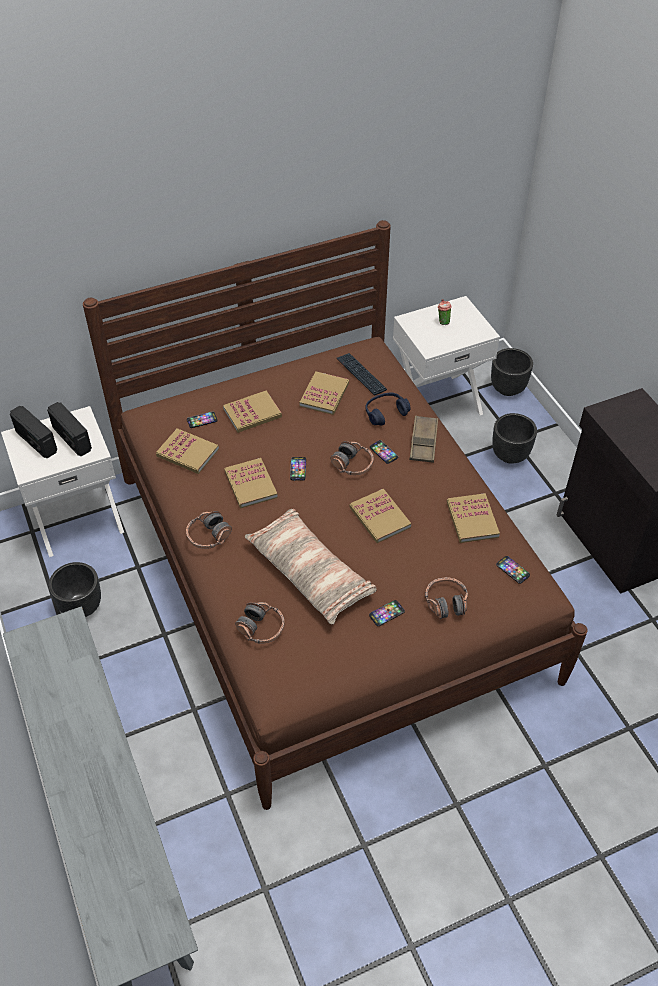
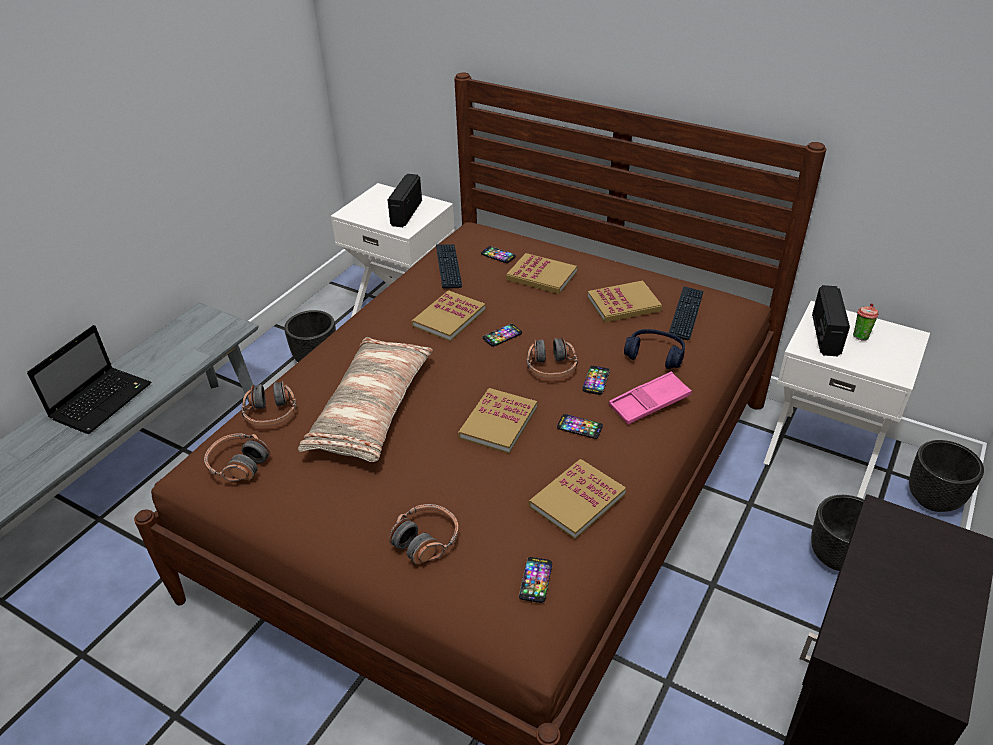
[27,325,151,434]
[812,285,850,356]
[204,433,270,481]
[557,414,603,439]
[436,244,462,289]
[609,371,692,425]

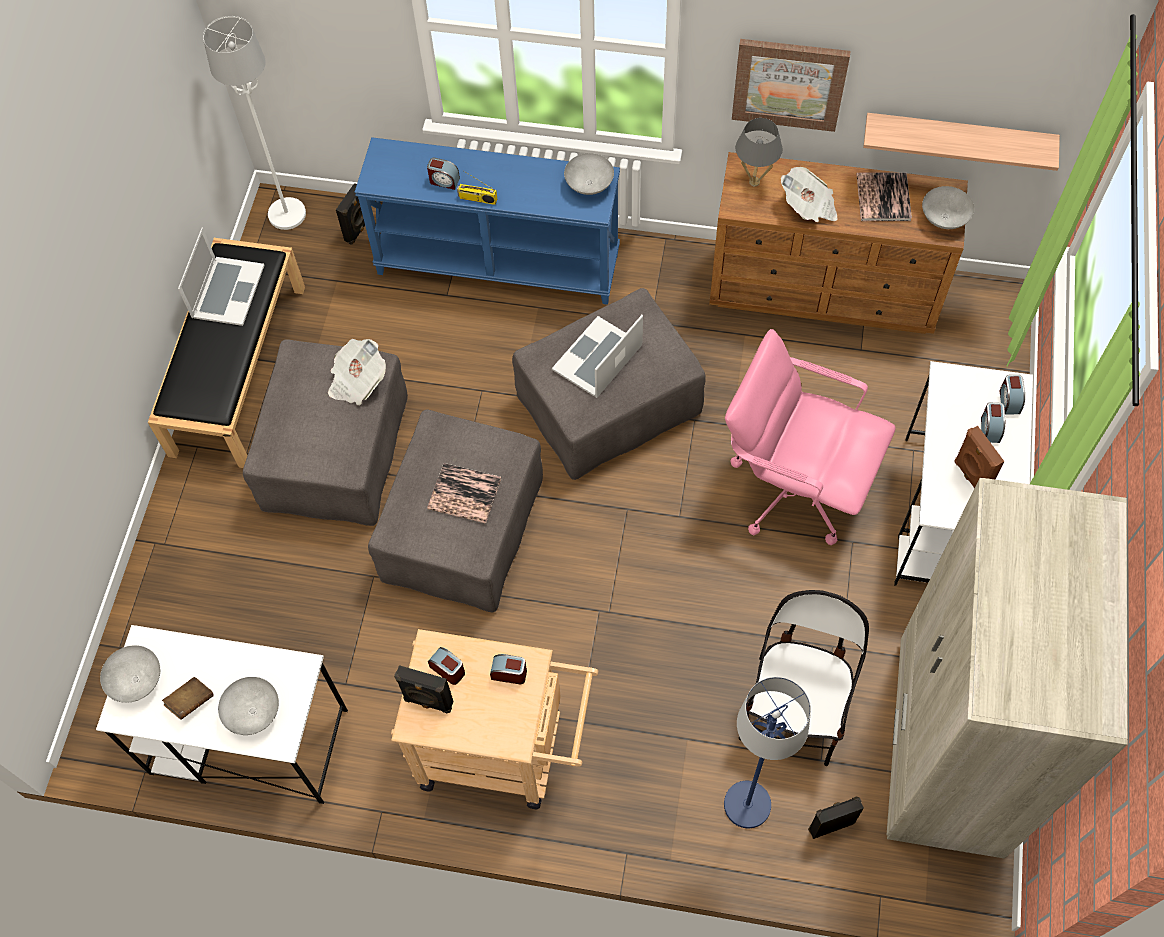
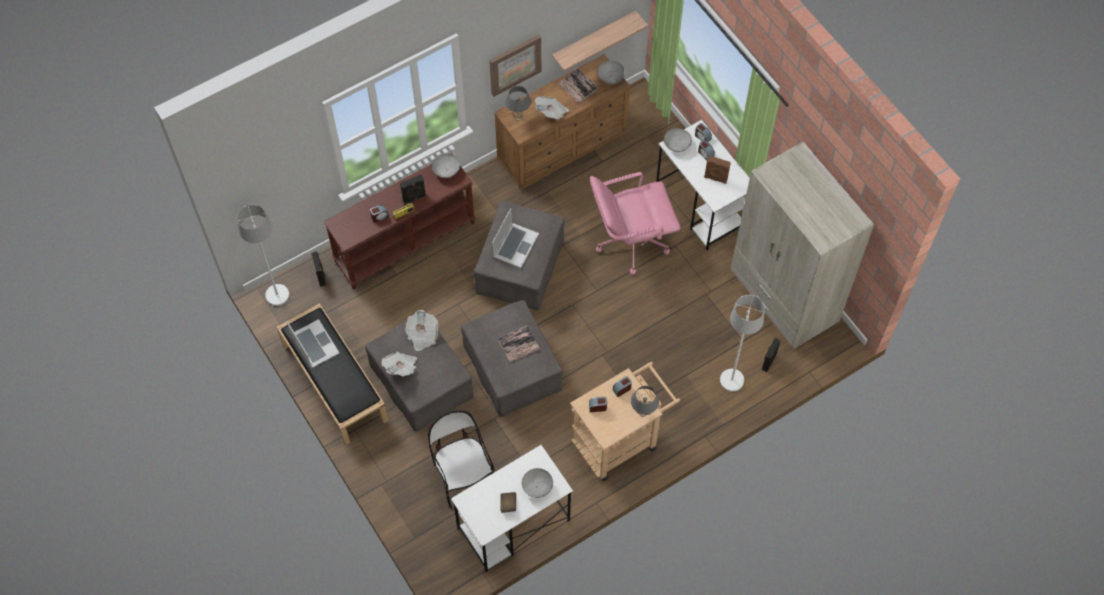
[381,352,417,376]
[631,386,659,417]
[664,128,692,152]
[400,175,426,204]
[428,410,495,509]
[324,164,475,290]
[720,295,765,392]
[492,208,539,268]

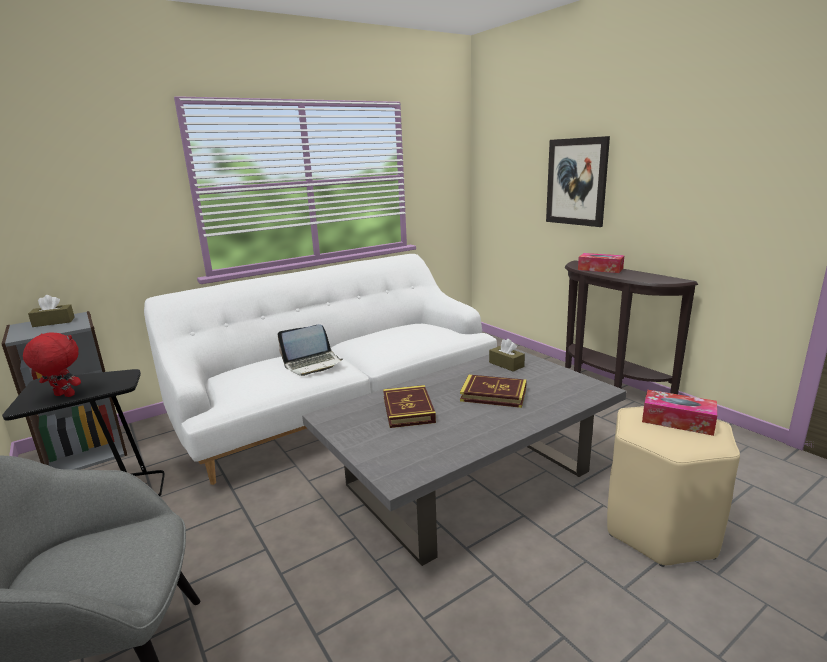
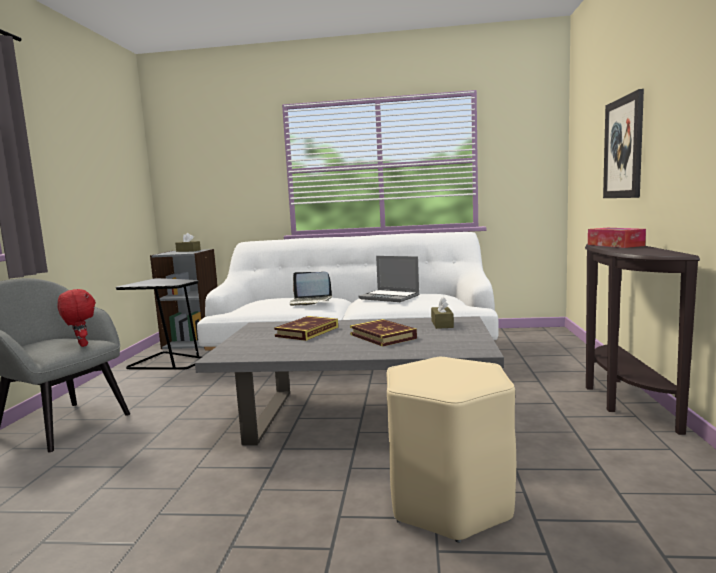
[642,390,717,436] (first image)
[358,256,420,302]
[57,289,96,347]

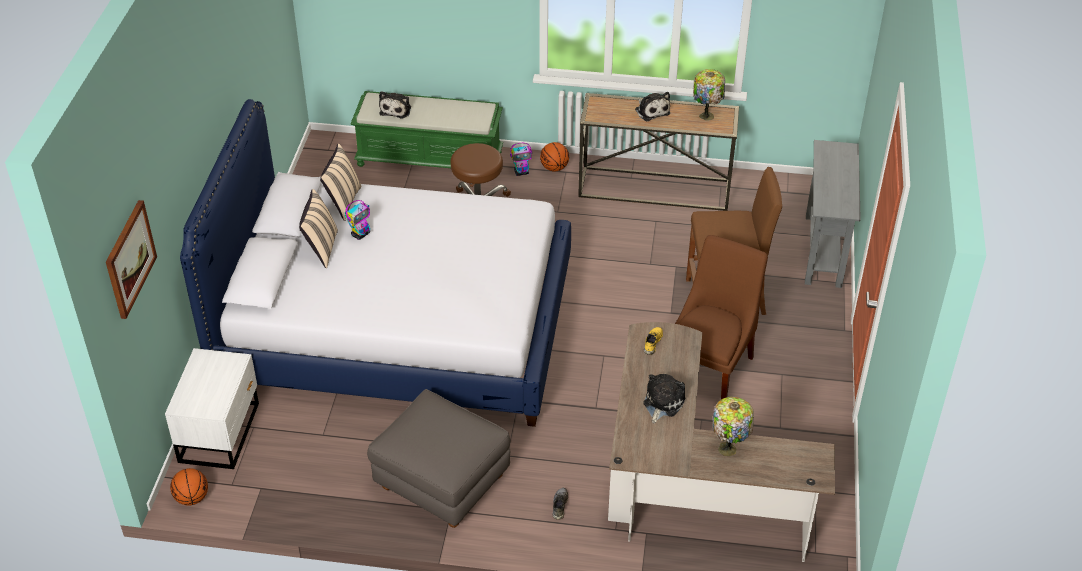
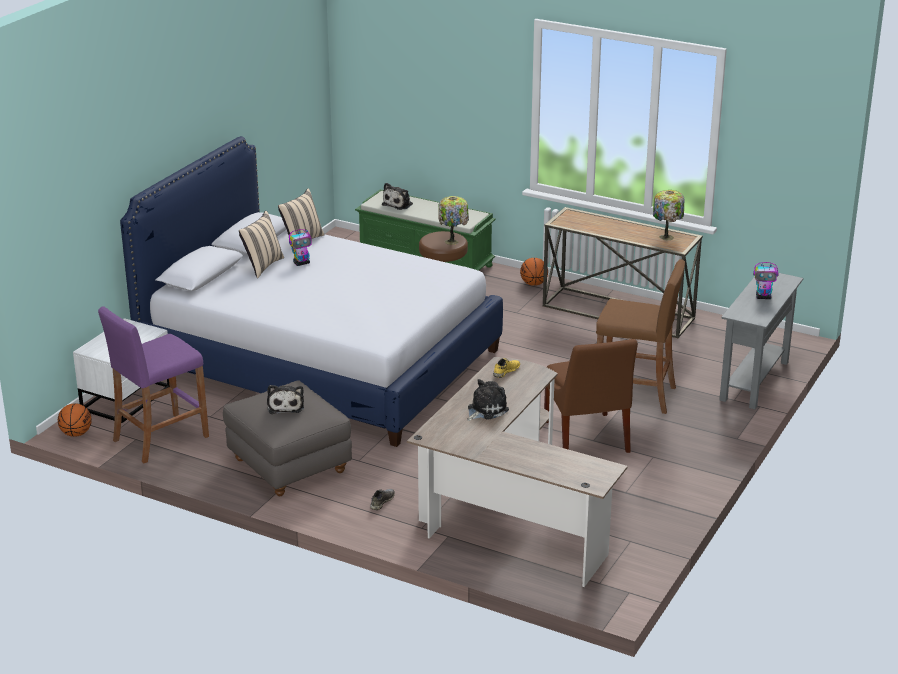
[106,200,157,319] (first image)
[98,306,209,463]
[753,262,779,299]
[267,385,304,414]
[438,196,469,245]
[544,339,638,453]

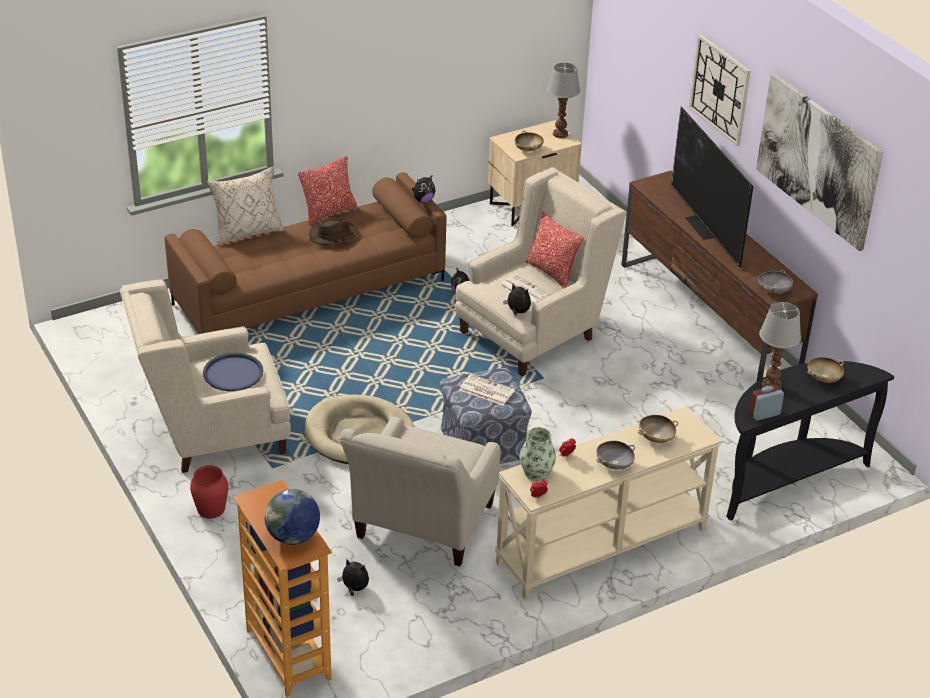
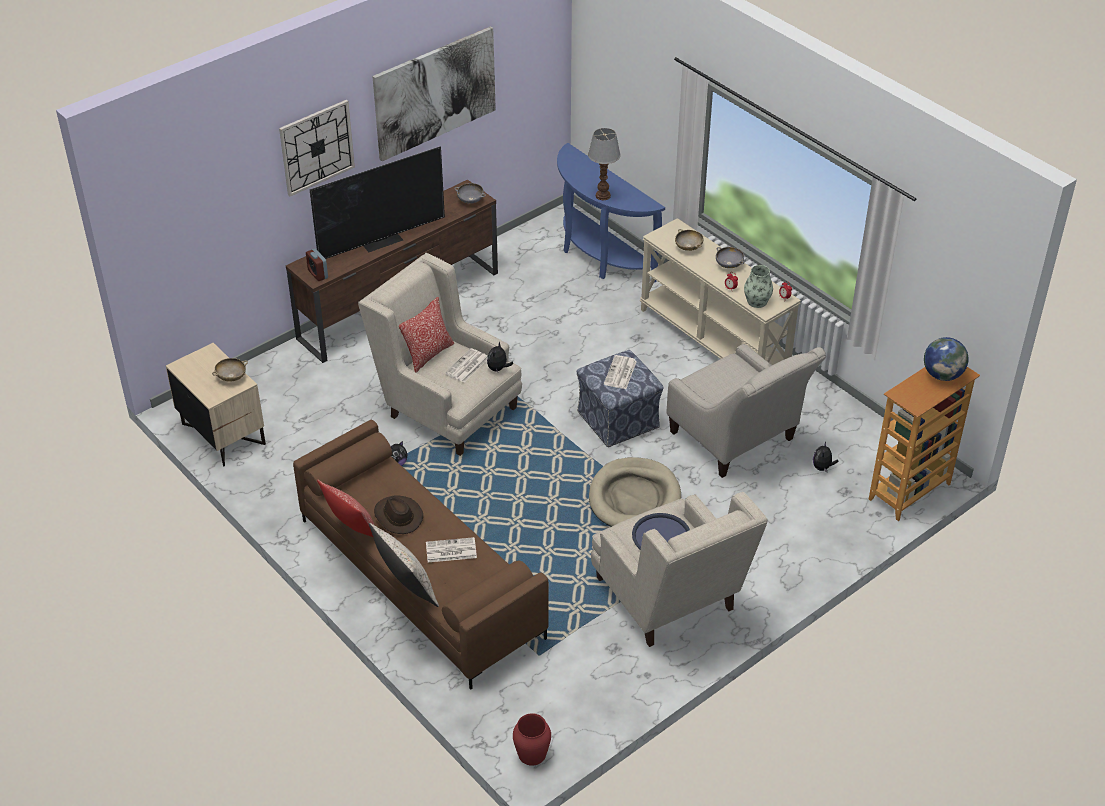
[412,175,435,203] (first image)
[547,62,580,138] (first image)
[807,357,844,383] (first image)
[426,537,477,562]
[513,713,551,766]
[306,249,328,281]
[557,143,665,283]
[666,344,826,478]

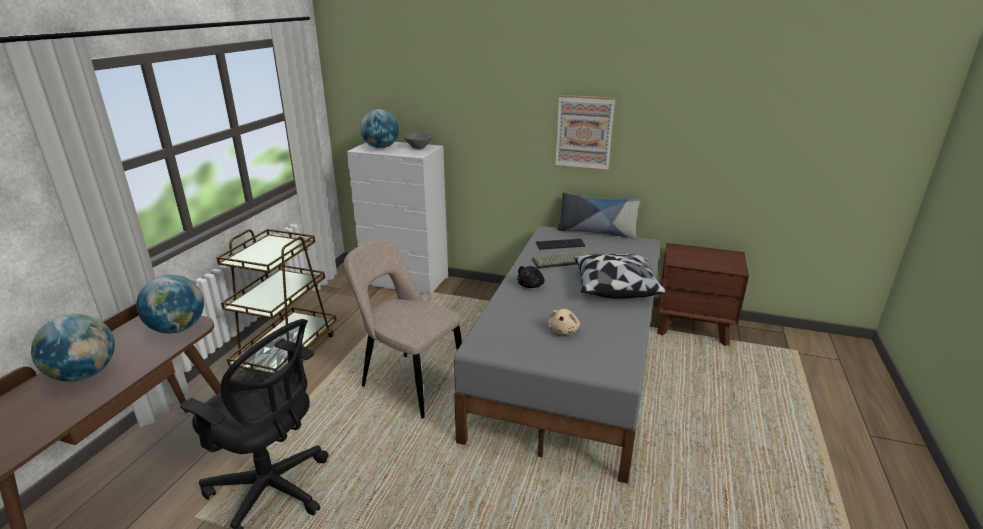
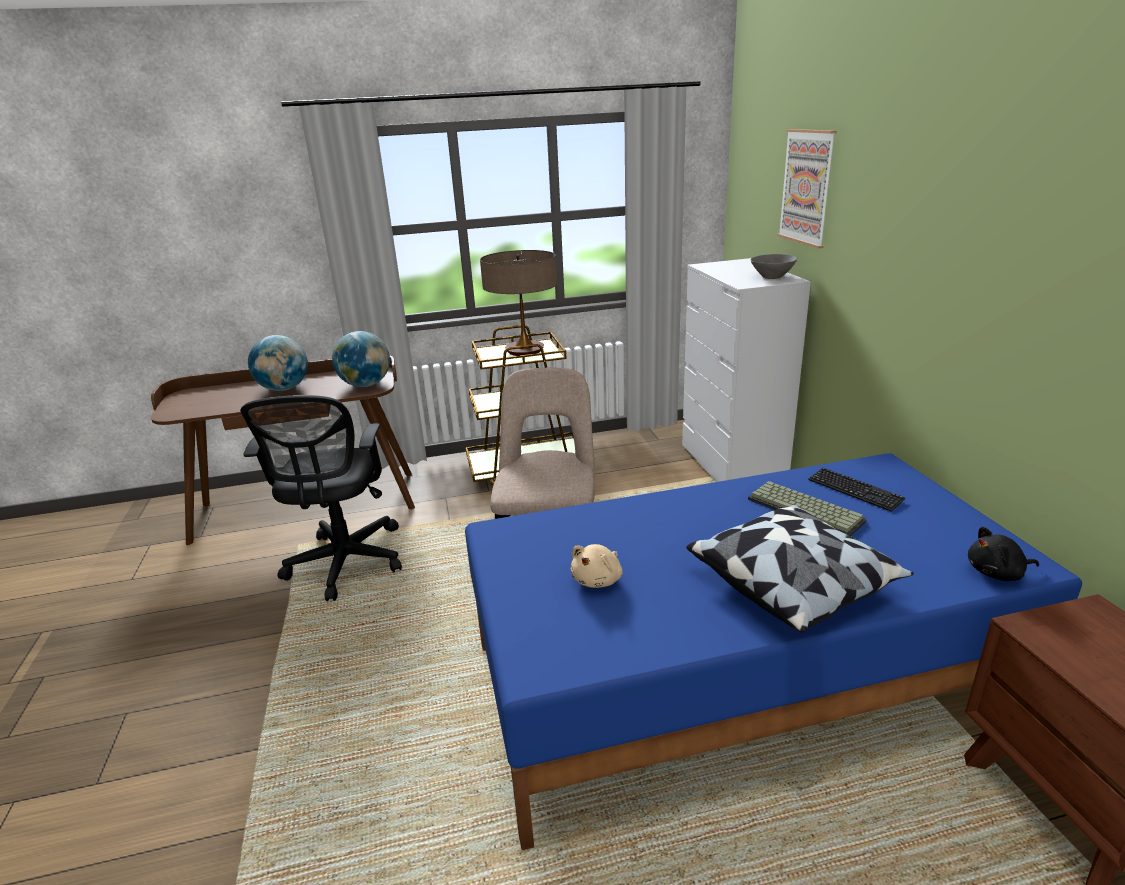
[360,109,399,148] (first image)
[557,192,641,239] (first image)
[480,250,557,356]
[968,527,1039,581]
[777,129,837,248]
[465,453,1082,850]
[571,544,623,588]

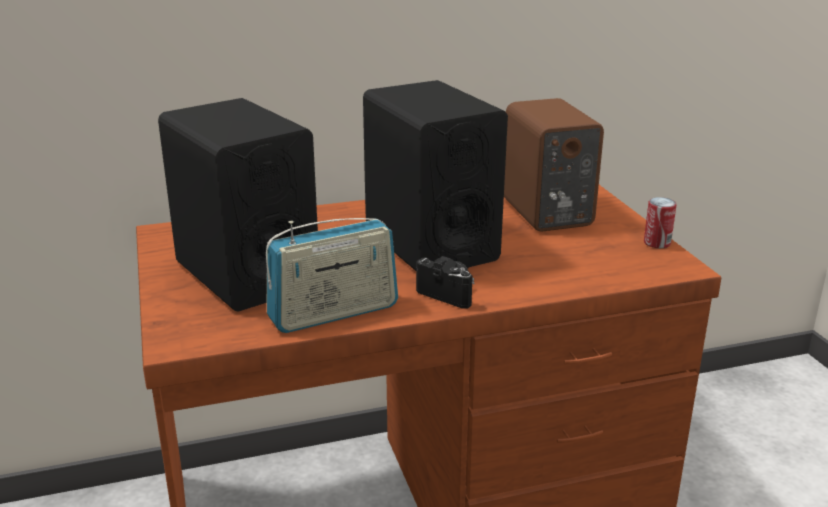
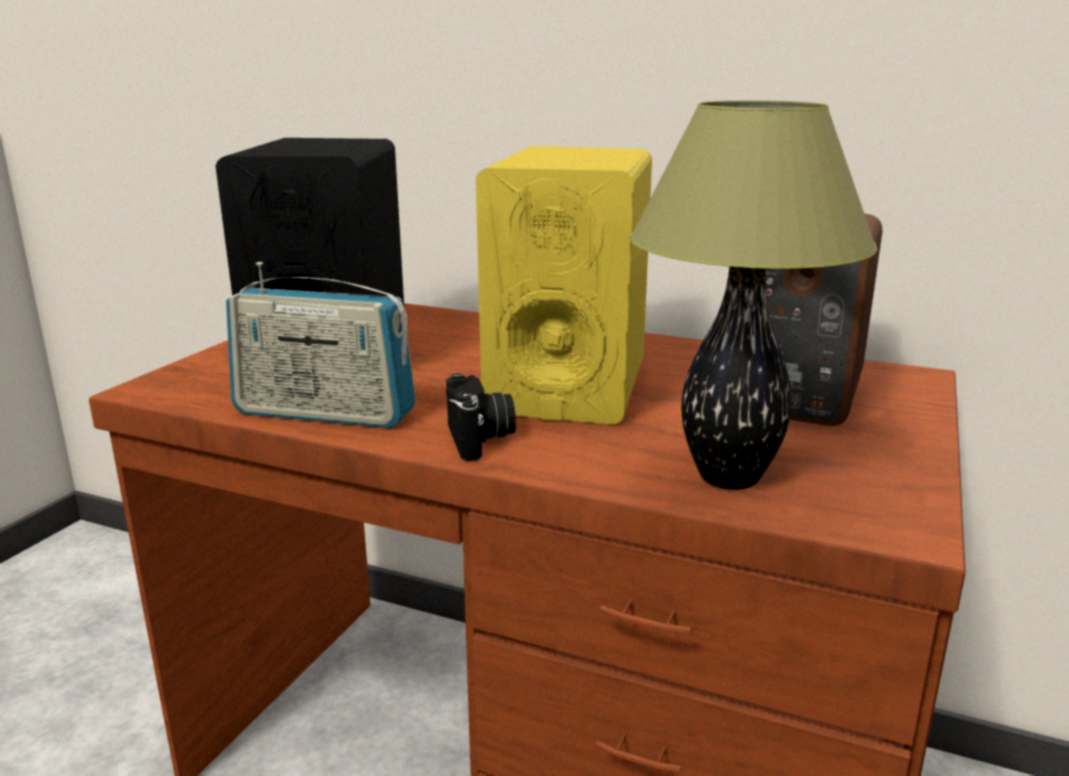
[644,197,676,248] (first image)
[630,101,878,490]
[476,146,652,425]

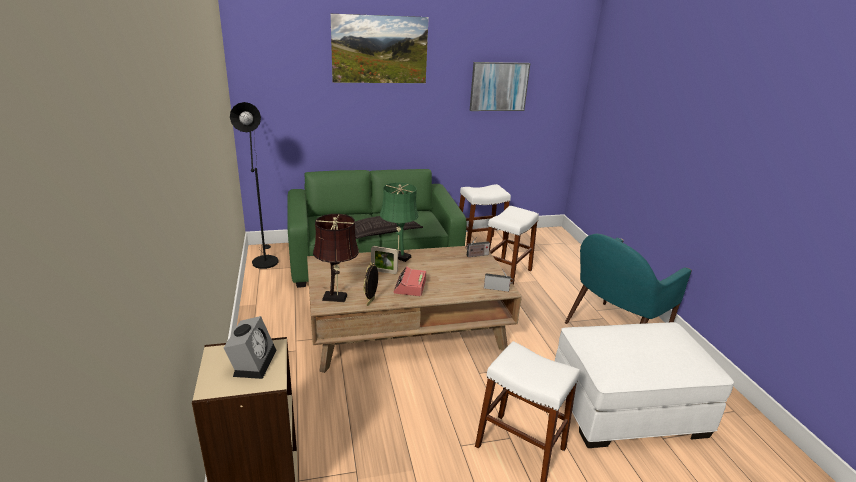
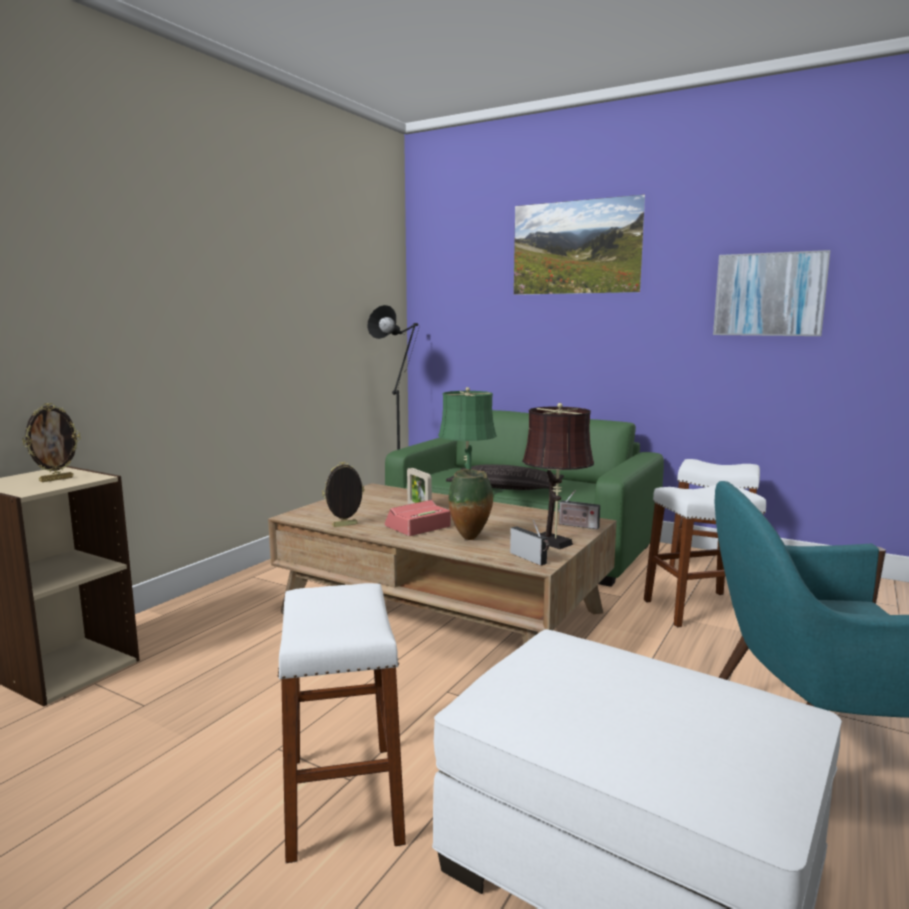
[448,469,493,540]
[522,403,594,550]
[22,403,81,482]

